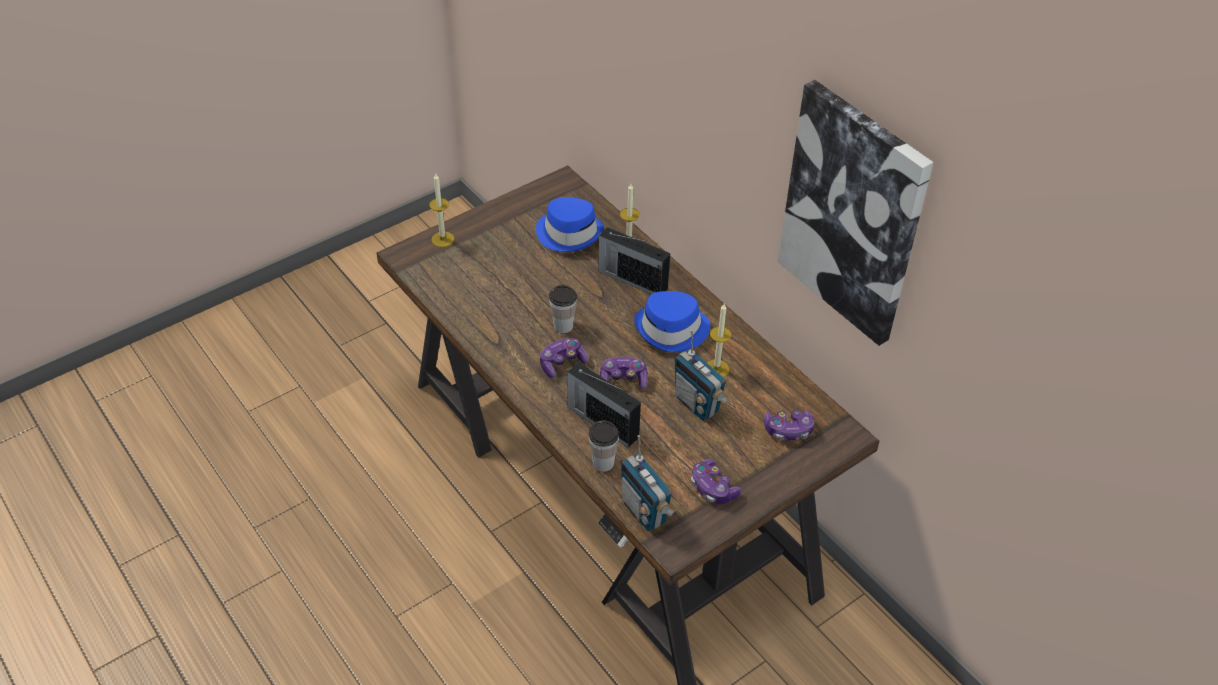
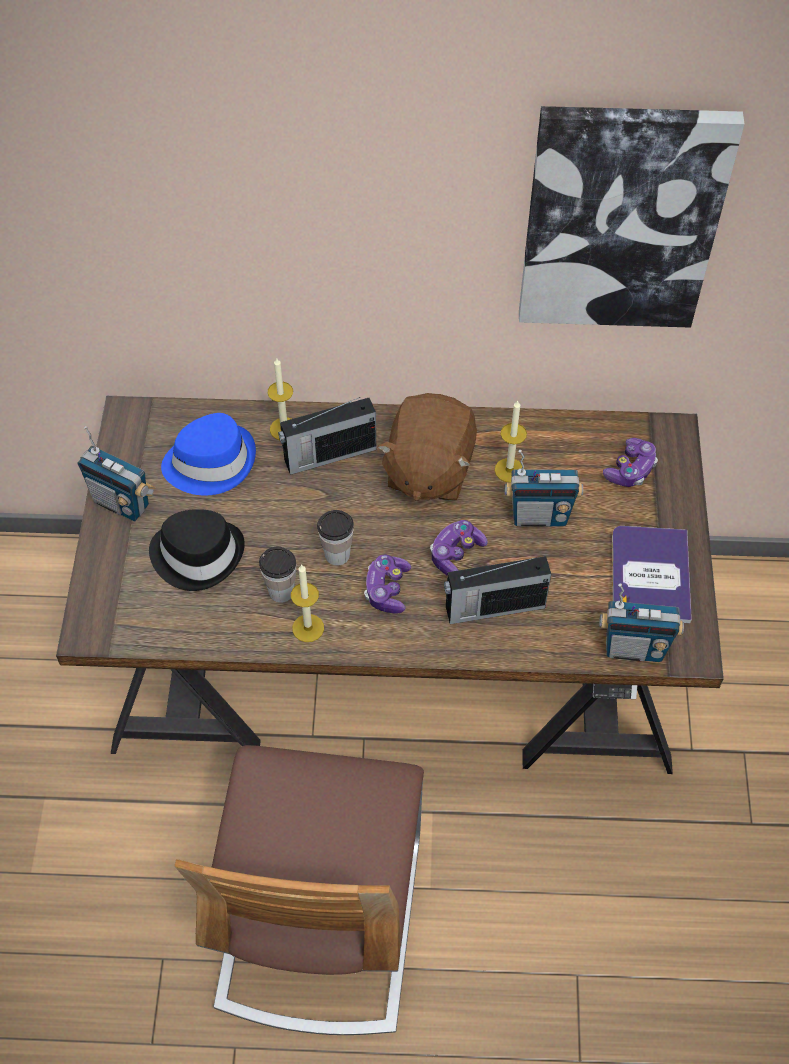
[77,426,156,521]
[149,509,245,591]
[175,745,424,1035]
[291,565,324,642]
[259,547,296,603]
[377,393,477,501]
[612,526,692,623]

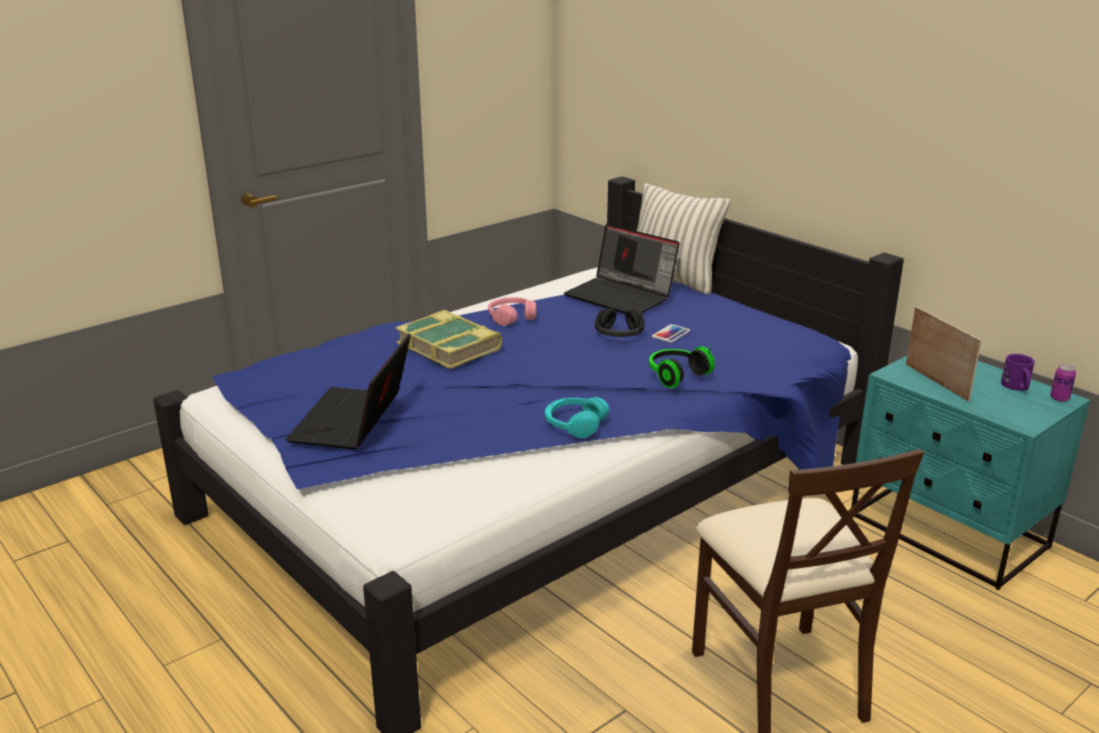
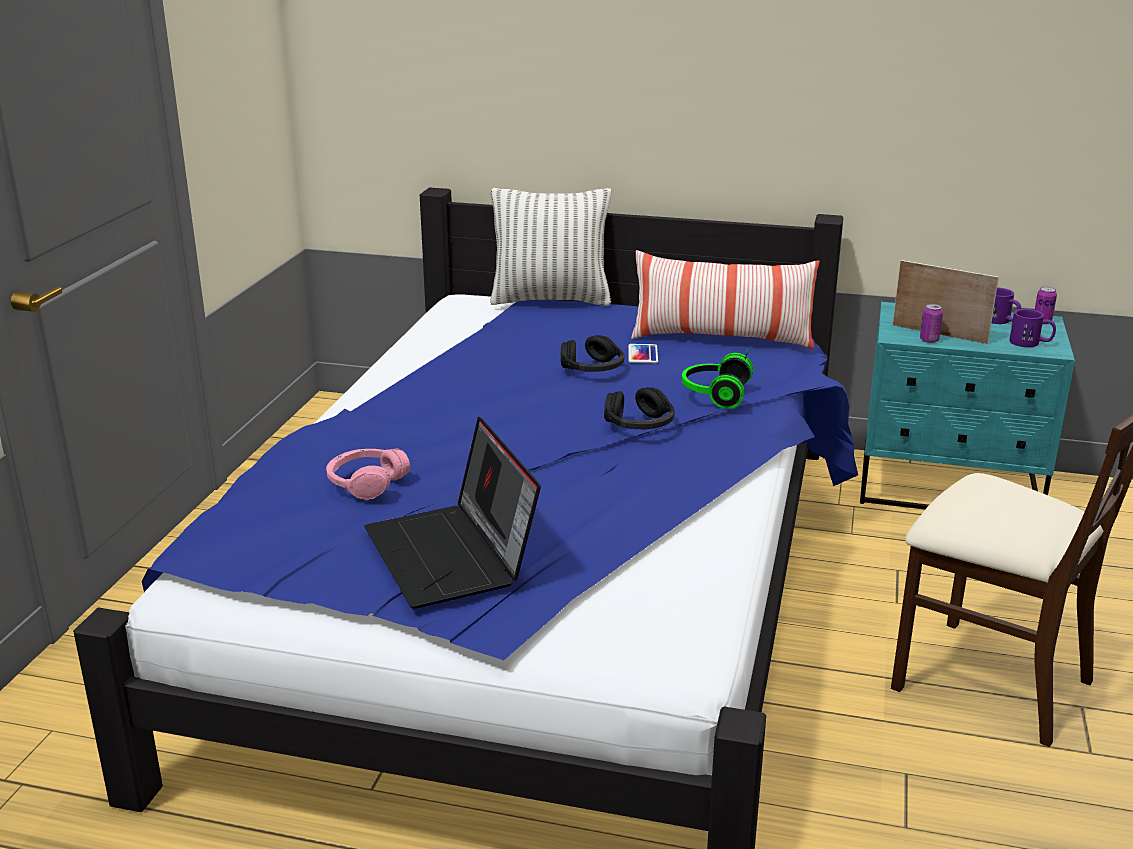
[395,310,502,369] (first image)
[545,397,610,438] (first image)
[564,224,680,314] (first image)
[604,387,674,429]
[631,250,819,349]
[920,304,943,343]
[1009,309,1056,347]
[326,448,410,500]

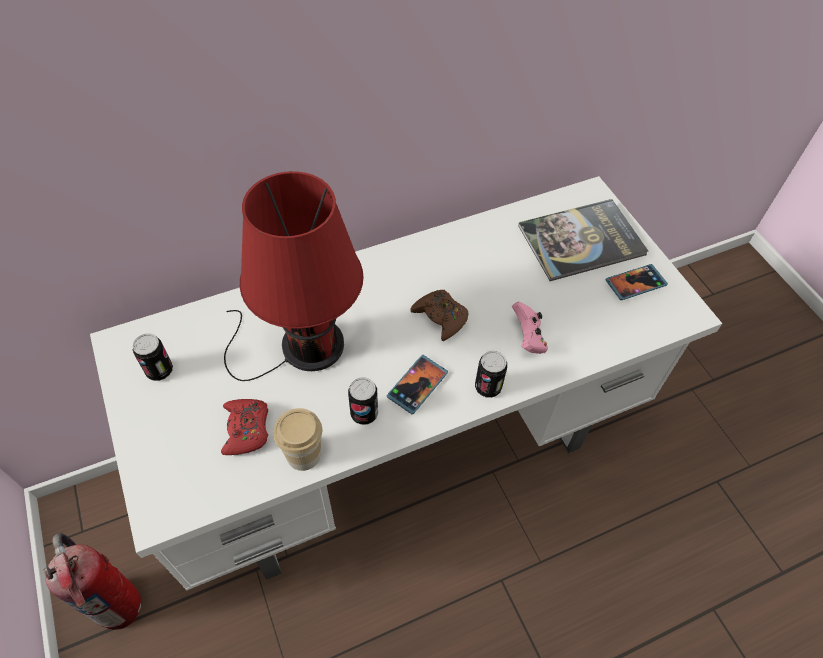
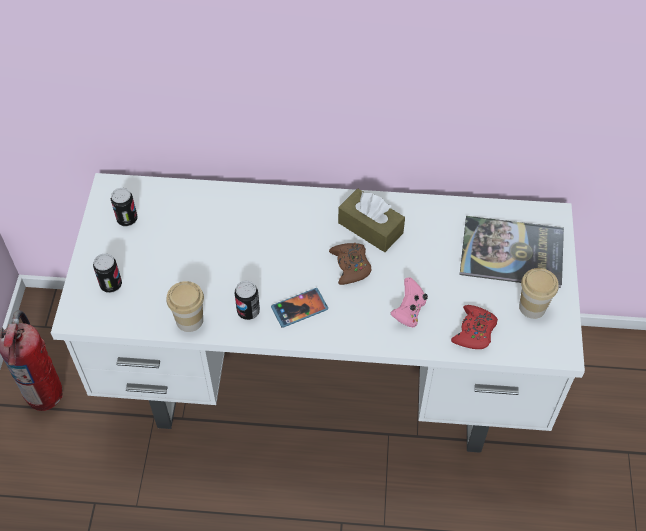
[224,171,363,381] (first image)
[338,188,405,252]
[451,305,498,349]
[93,253,122,293]
[519,268,559,319]

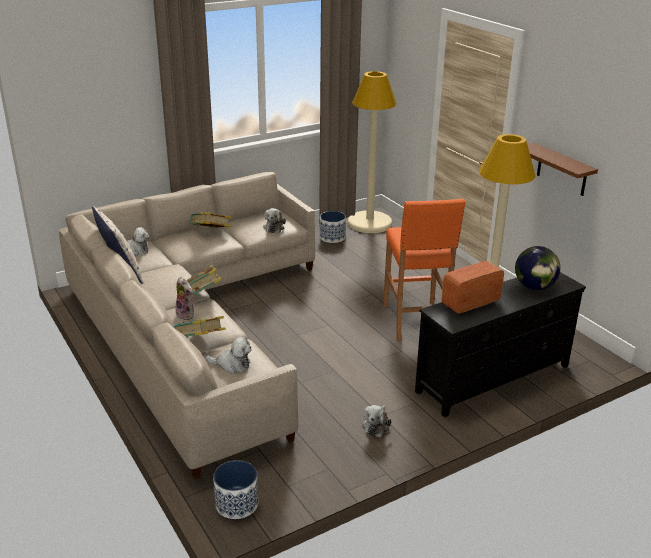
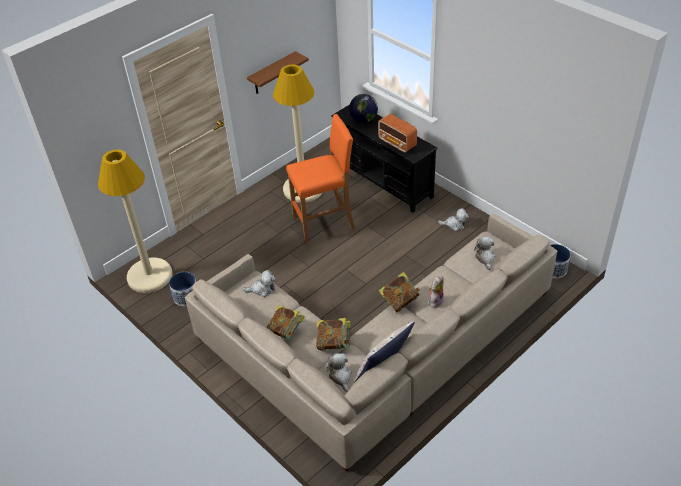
[316,318,351,351]

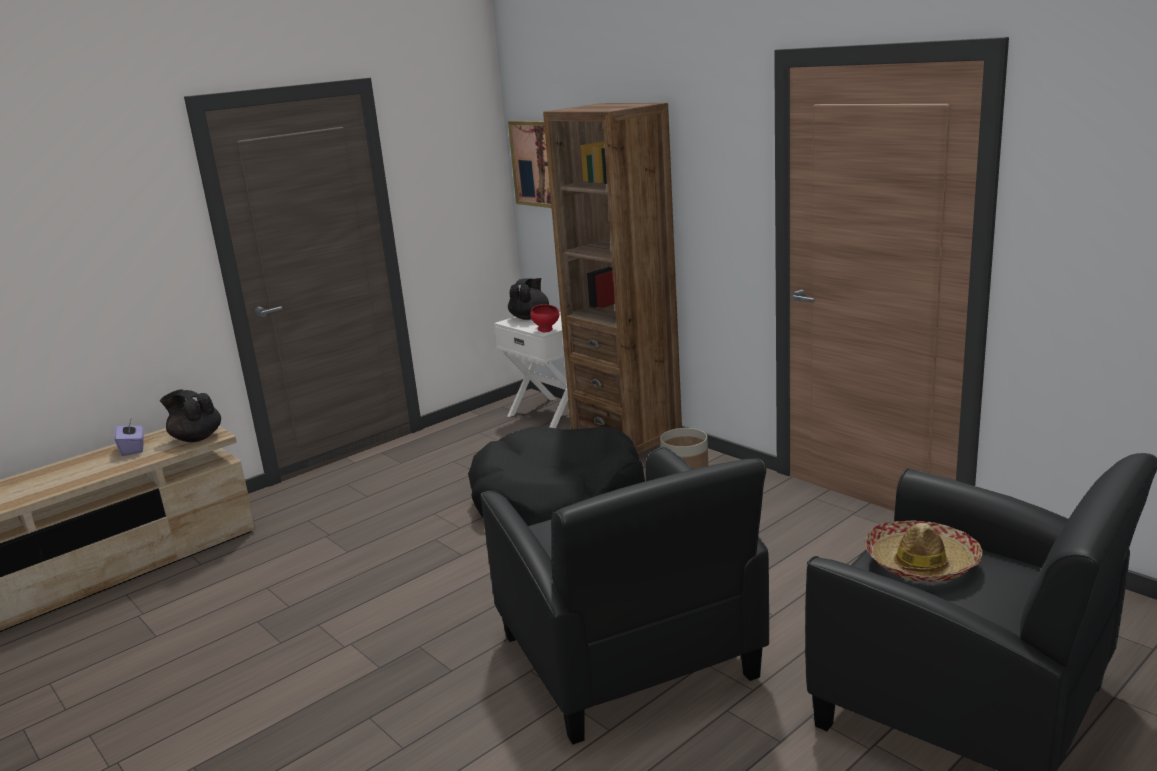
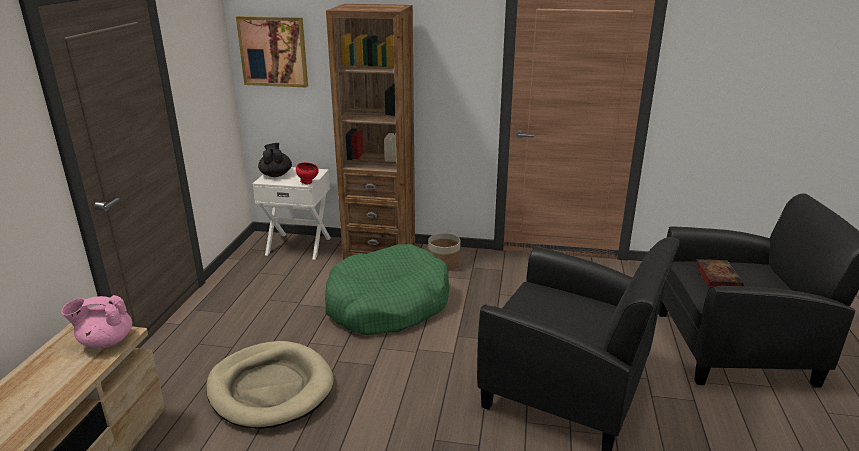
[114,417,144,456] (first image)
[206,341,334,429]
[695,259,744,288]
[61,295,132,348]
[325,244,450,335]

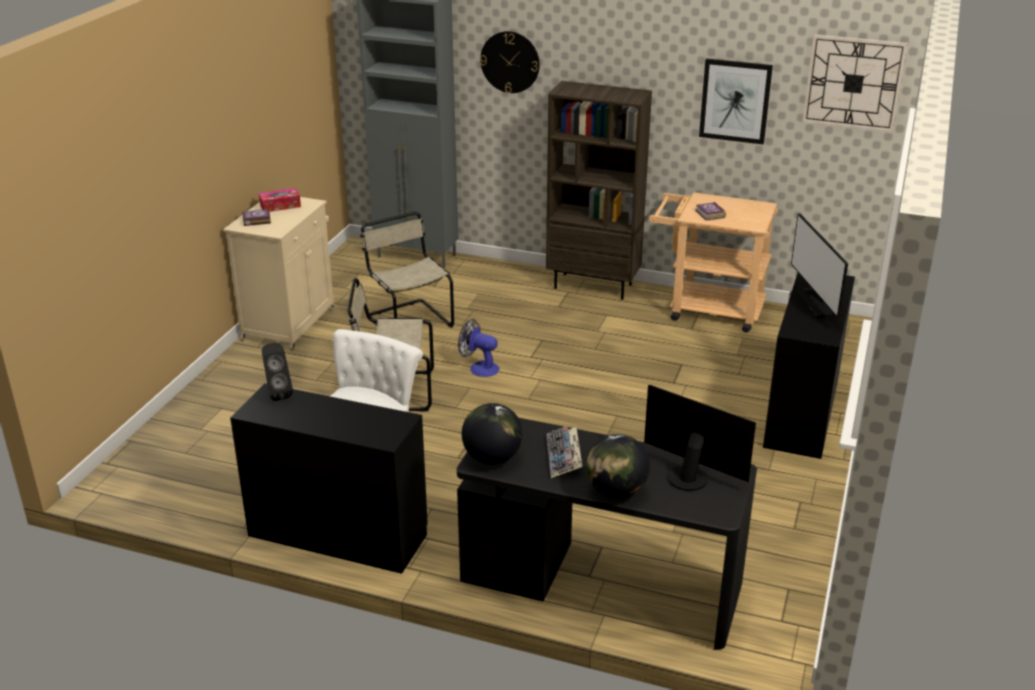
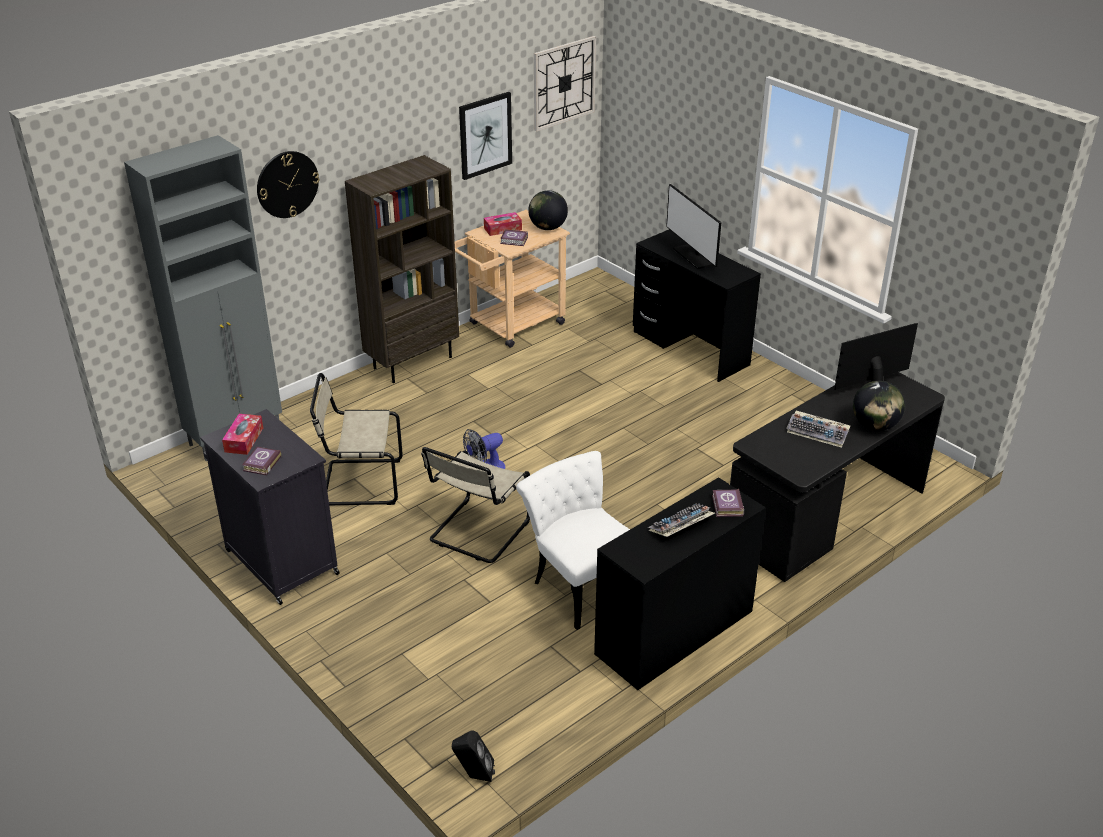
[484,212,522,236]
[648,504,715,537]
[712,489,744,517]
[452,730,495,782]
[528,190,568,230]
[200,409,340,605]
[666,184,721,269]

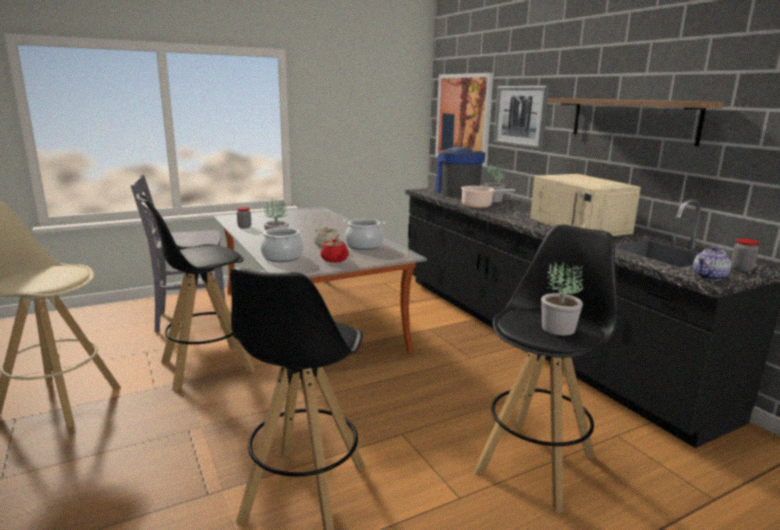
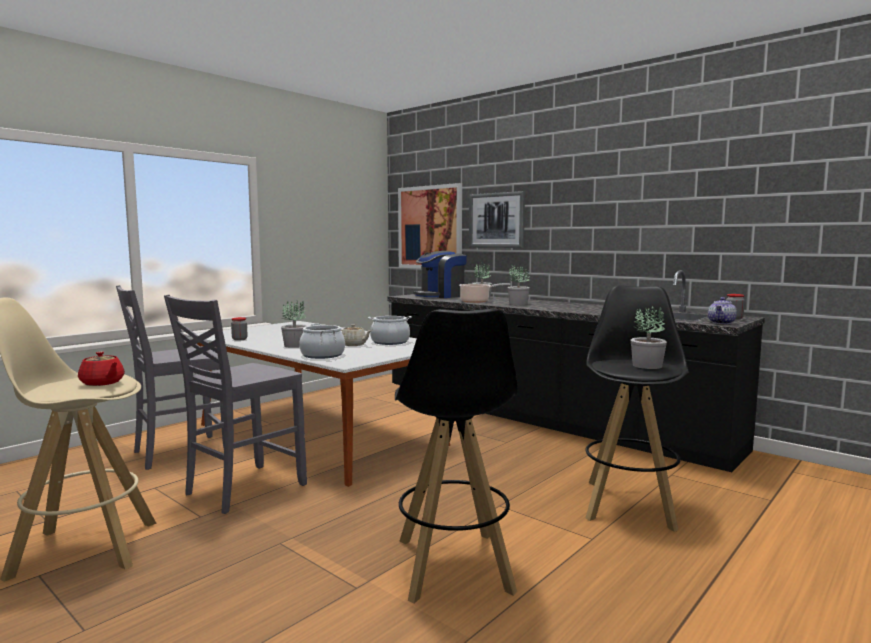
[530,174,641,236] (first image)
[547,98,723,147] (first image)
[508,265,530,305]
[78,352,125,386]
[164,295,307,514]
[413,251,467,298]

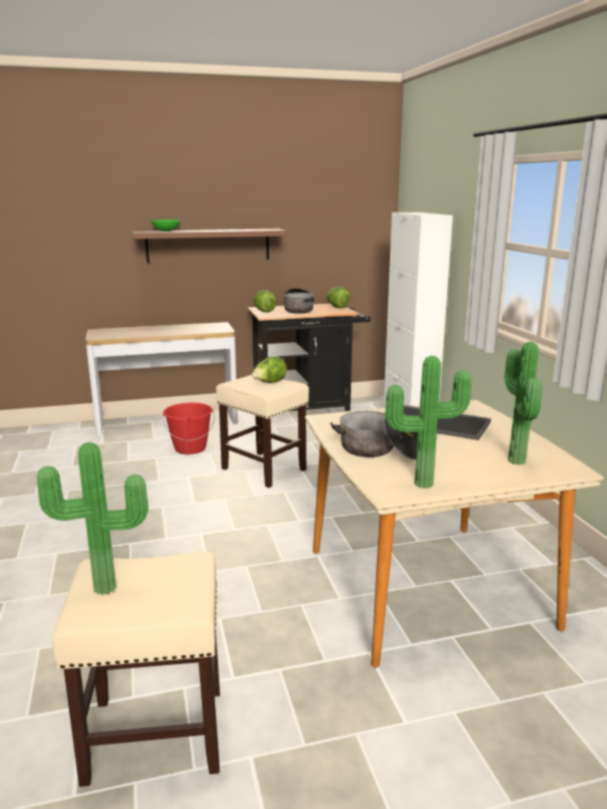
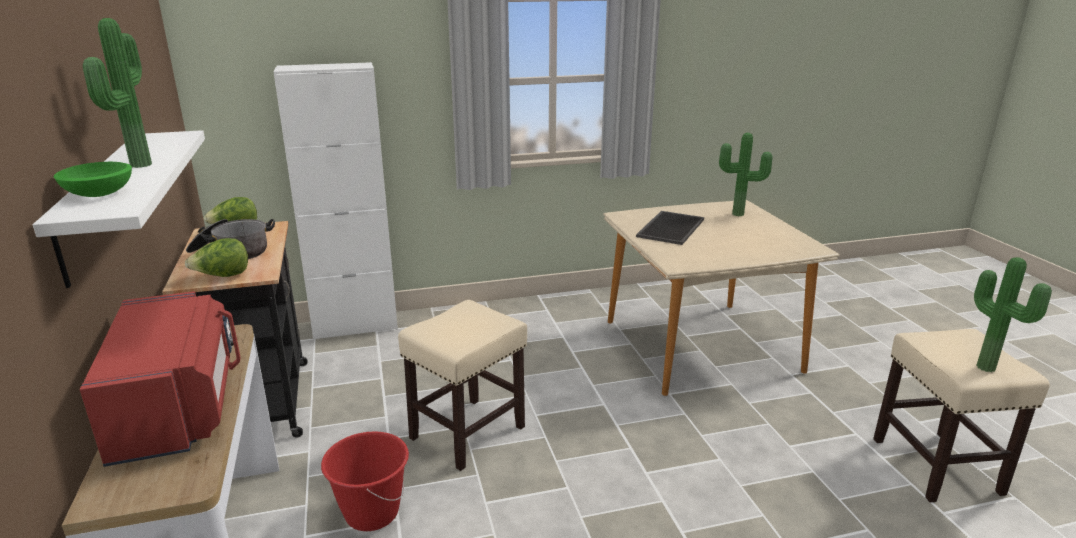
[252,356,287,383] (first image)
[330,411,418,460] (first image)
[80,291,240,467]
[83,18,152,168]
[33,130,205,288]

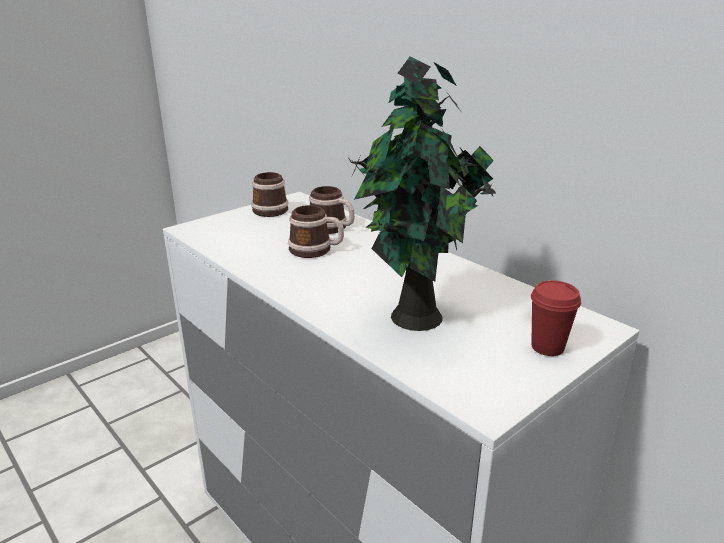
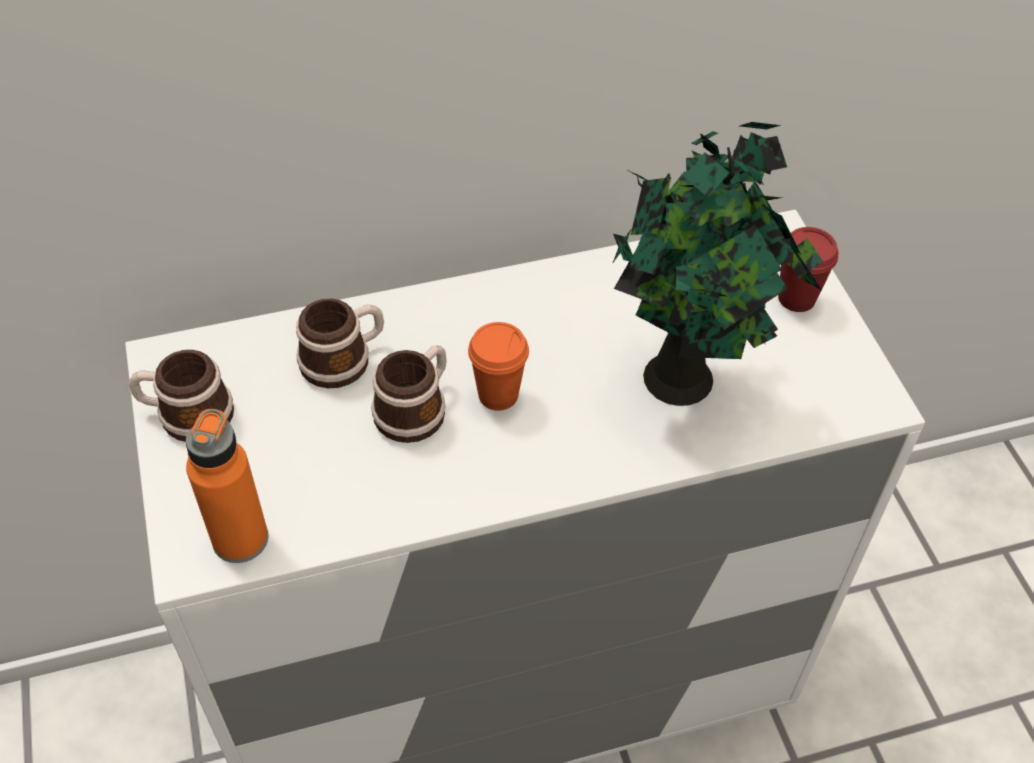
[186,409,268,563]
[468,322,529,411]

